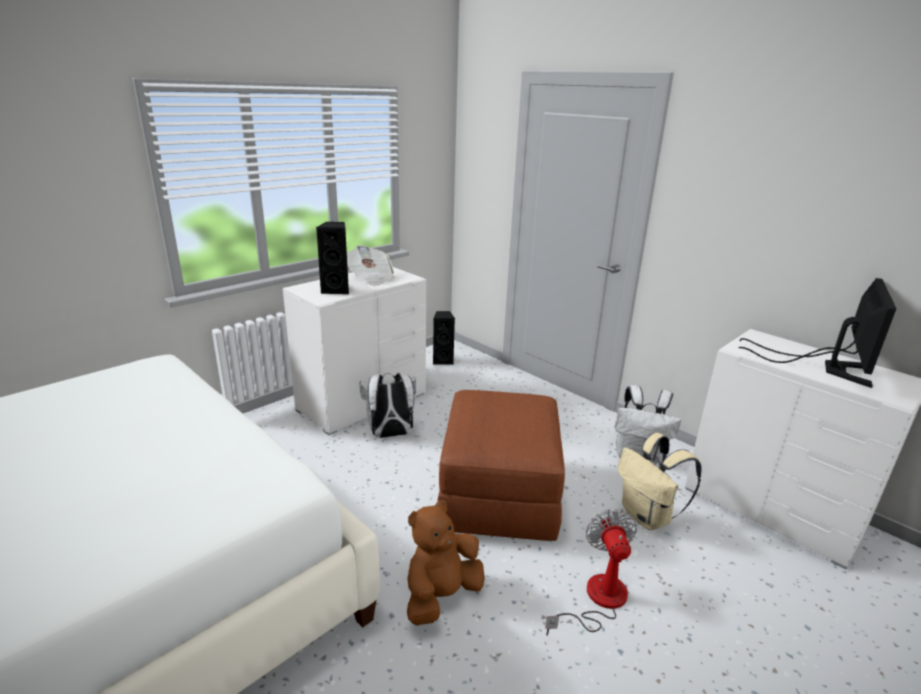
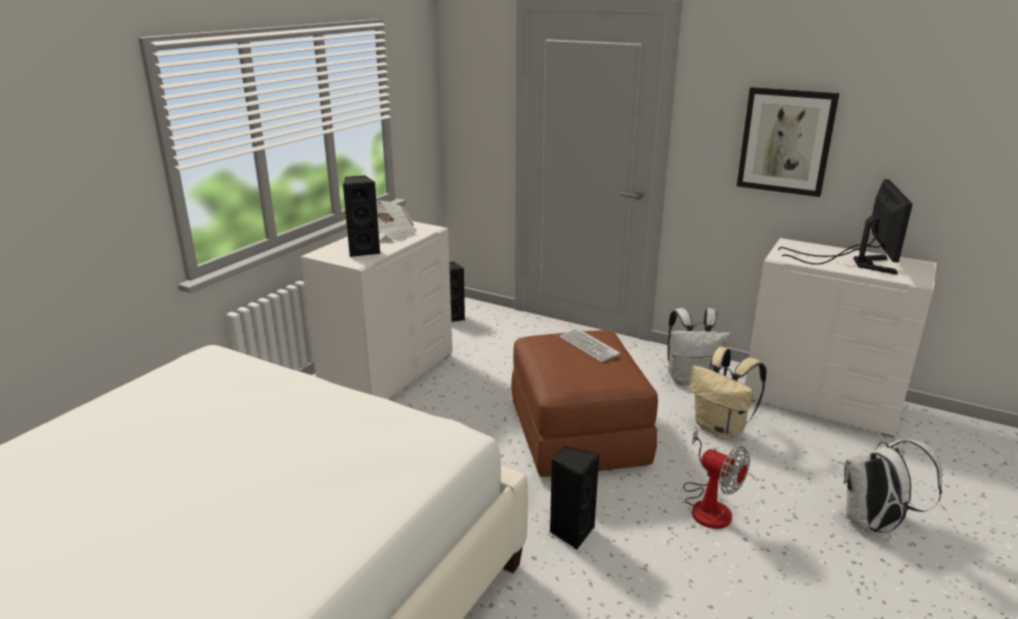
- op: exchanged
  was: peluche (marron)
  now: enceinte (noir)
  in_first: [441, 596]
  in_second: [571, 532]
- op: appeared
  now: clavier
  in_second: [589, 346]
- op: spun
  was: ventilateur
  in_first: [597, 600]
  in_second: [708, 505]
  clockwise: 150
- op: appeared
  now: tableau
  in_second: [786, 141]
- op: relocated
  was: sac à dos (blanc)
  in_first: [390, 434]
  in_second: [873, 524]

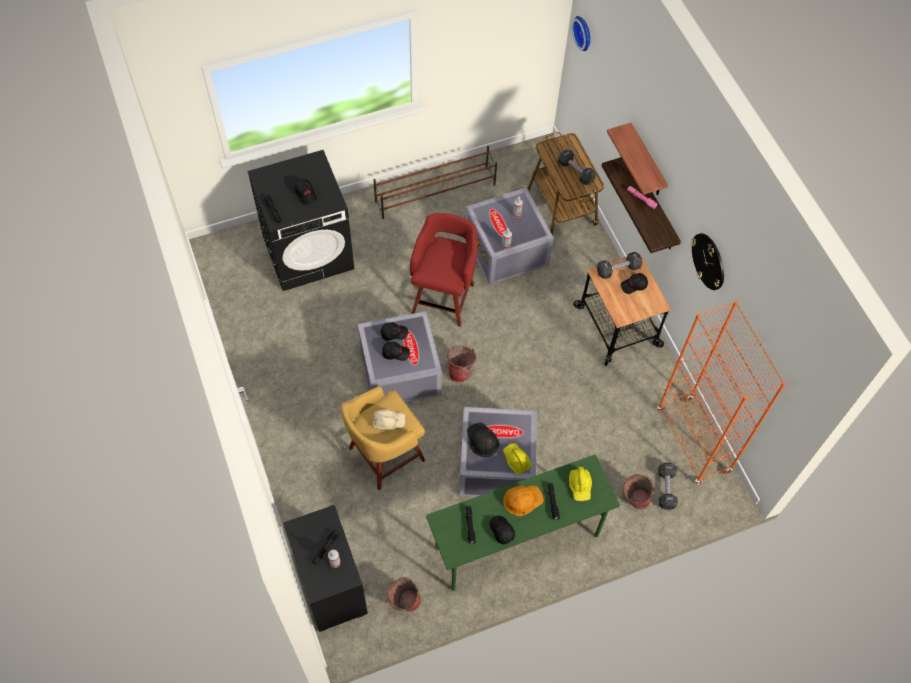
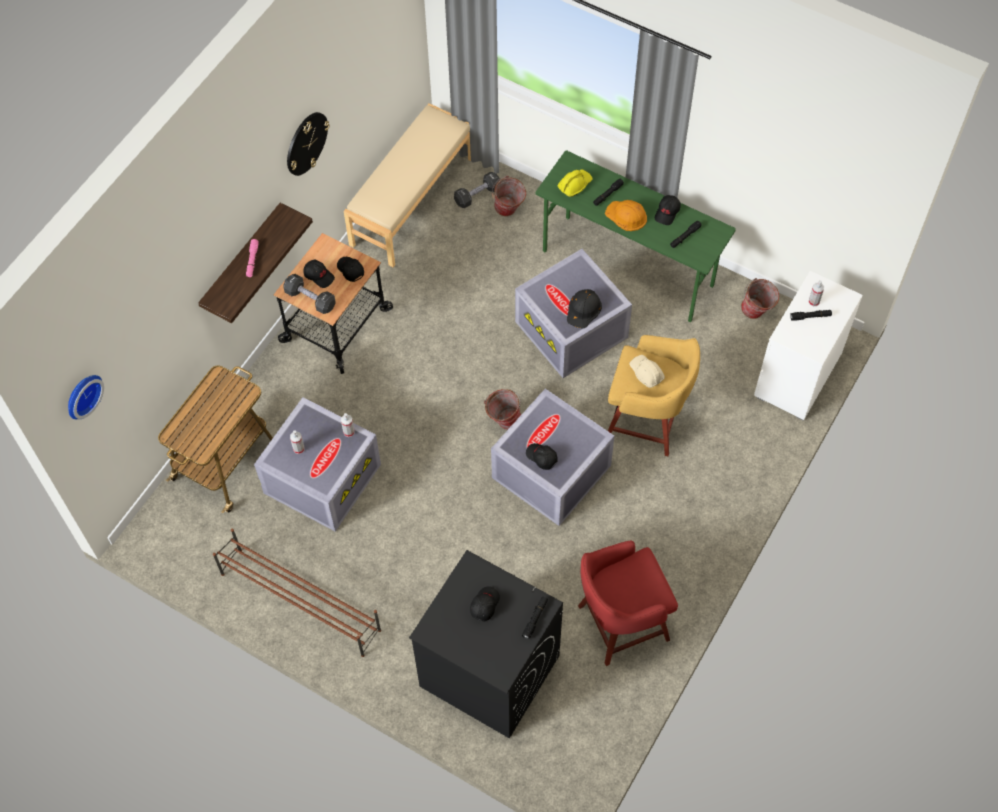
- op: relocated
  was: casquette (noir)
  in_first: [395, 353]
  in_second: [350, 270]
- op: exchanged
  was: bibliothèque (orange)
  now: banc (beige)
  in_first: [693, 441]
  in_second: [412, 201]
- op: relocated
  was: tabouret (rouge)
  in_first: [444, 297]
  in_second: [620, 623]
- op: colour
  was: commode (noir)
  now: commode (blanc)
  in_first: [330, 584]
  in_second: [797, 376]
- op: missing
  was: casque de chantier (jaune)
  in_first: [516, 460]
- op: missing
  was: haltère (noir)
  in_first: [575, 172]
- op: missing
  was: étagère
  in_first: [647, 162]

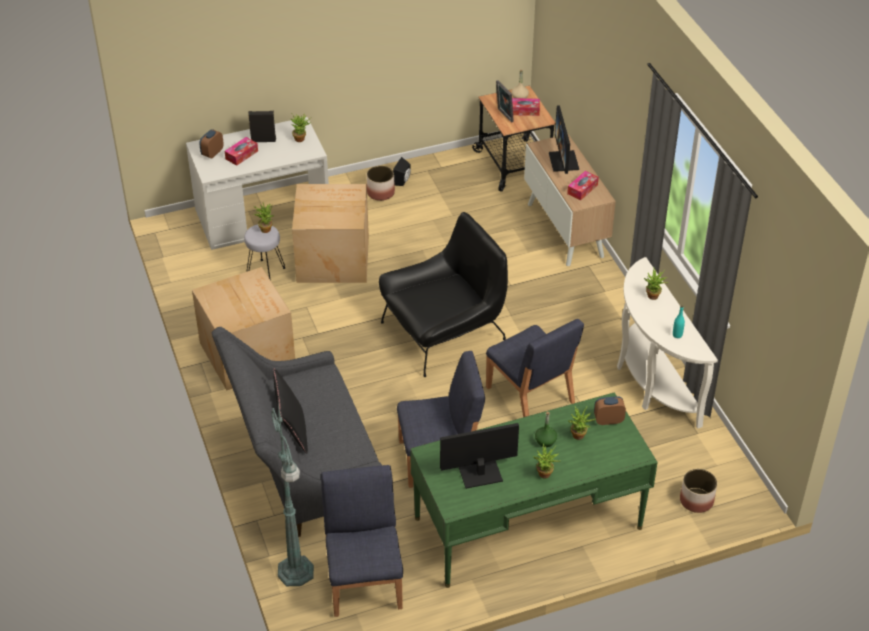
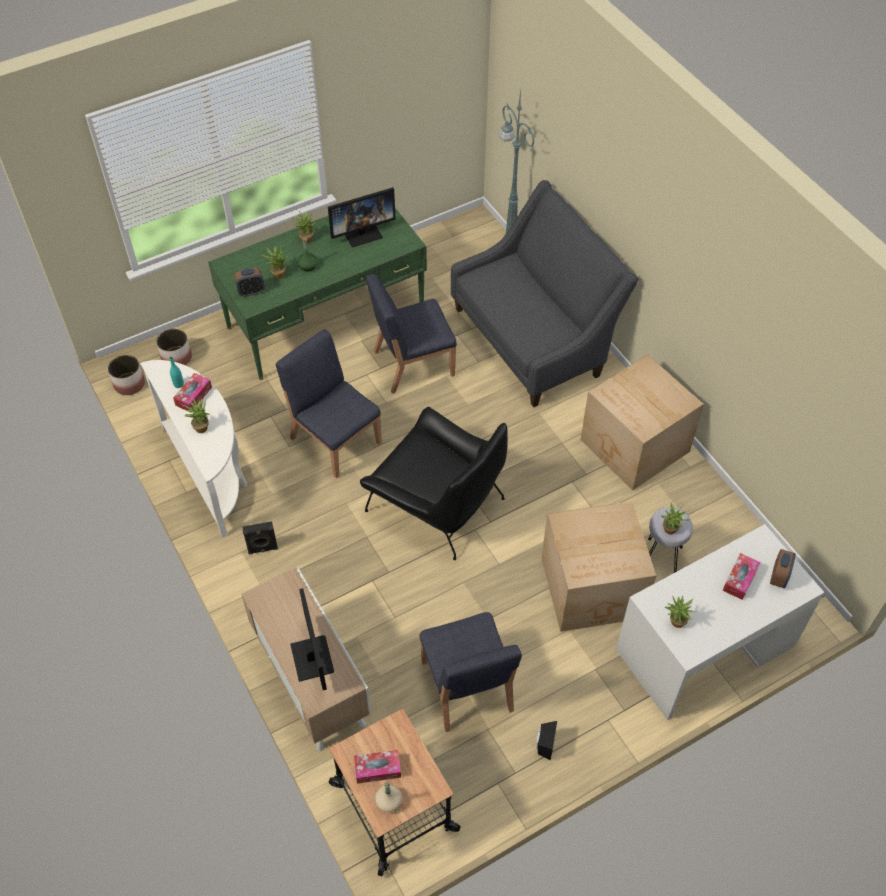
- op: relocated
  was: cache-pot
  in_first: [381, 192]
  in_second: [129, 384]
- op: relocated
  was: boîte à mouchoirs
  in_first: [582, 189]
  in_second: [193, 396]
- op: relocated
  was: enceinte (noir)
  in_first: [263, 140]
  in_second: [262, 549]
- op: spun
  was: fauteuil (noir)
  in_first: [444, 332]
  in_second: [436, 503]
  clockwise: -105
- op: relocated
  was: chaise (bleu)
  in_first: [365, 580]
  in_second: [466, 687]
- op: missing
  was: coussin (noir)
  in_first: [292, 432]
- op: missing
  was: cadre photo
  in_first: [504, 115]

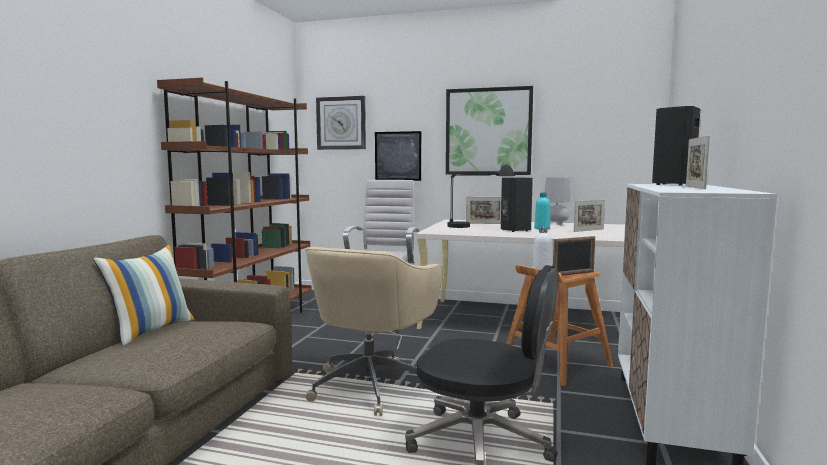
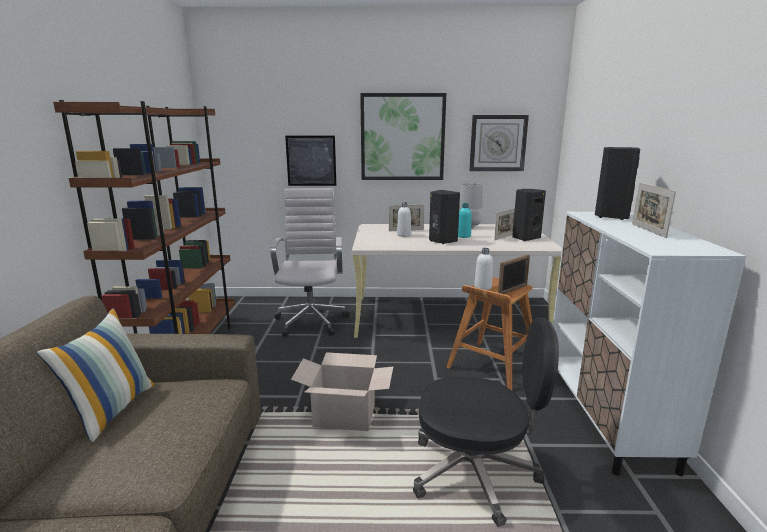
- op: exchanged
  was: chaise de bureau (beige)
  now: carton
  in_first: [371, 384]
  in_second: [344, 416]
- op: exchanged
  was: lampe de table (noir)
  now: bouteille (blanc)
  in_first: [478, 226]
  in_second: [404, 235]
- op: relocated
  was: horloge murale
  in_first: [341, 123]
  in_second: [498, 143]
- op: appeared
  now: enceinte (noir)
  in_second: [525, 238]

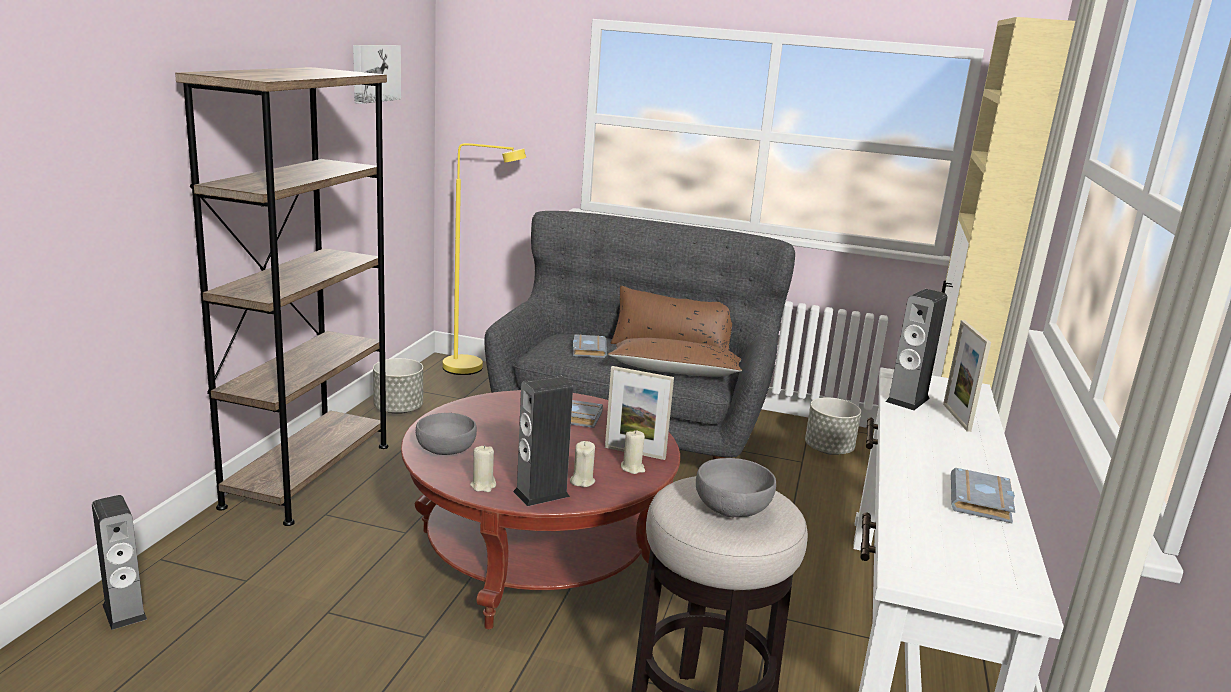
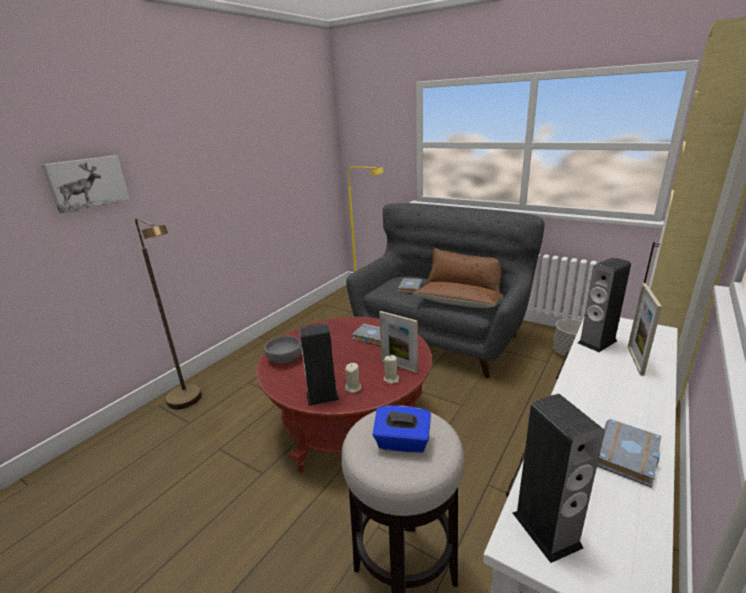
- op: relocated
  was: tableau
  in_first: [374, 73]
  in_second: [87, 183]
- op: appeared
  now: lampadaire (marron)
  in_second: [189, 402]
- op: exchanged
  was: bol (gris)
  now: boîte à mouchoirs (bleu)
  in_first: [733, 507]
  in_second: [402, 442]
- op: relocated
  was: enceinte
  in_first: [124, 612]
  in_second: [546, 529]
- op: missing
  was: bibliothèque (marron)
  in_first: [309, 475]
- op: missing
  was: cache-pot (gris)
  in_first: [398, 409]
- op: missing
  was: bougie (beige)
  in_first: [483, 485]

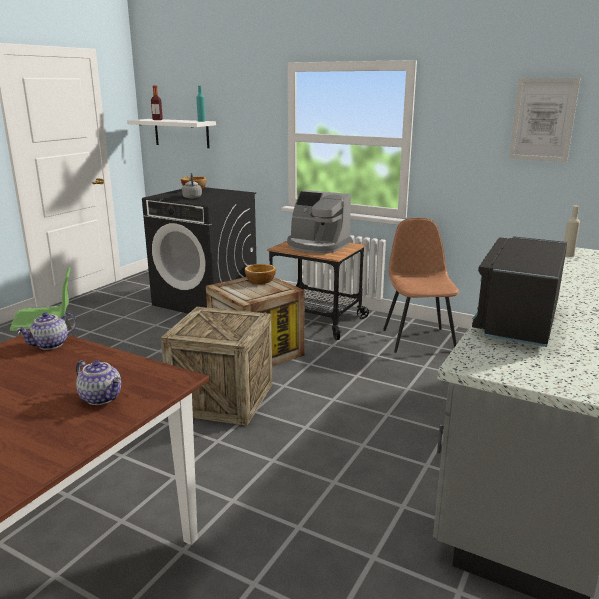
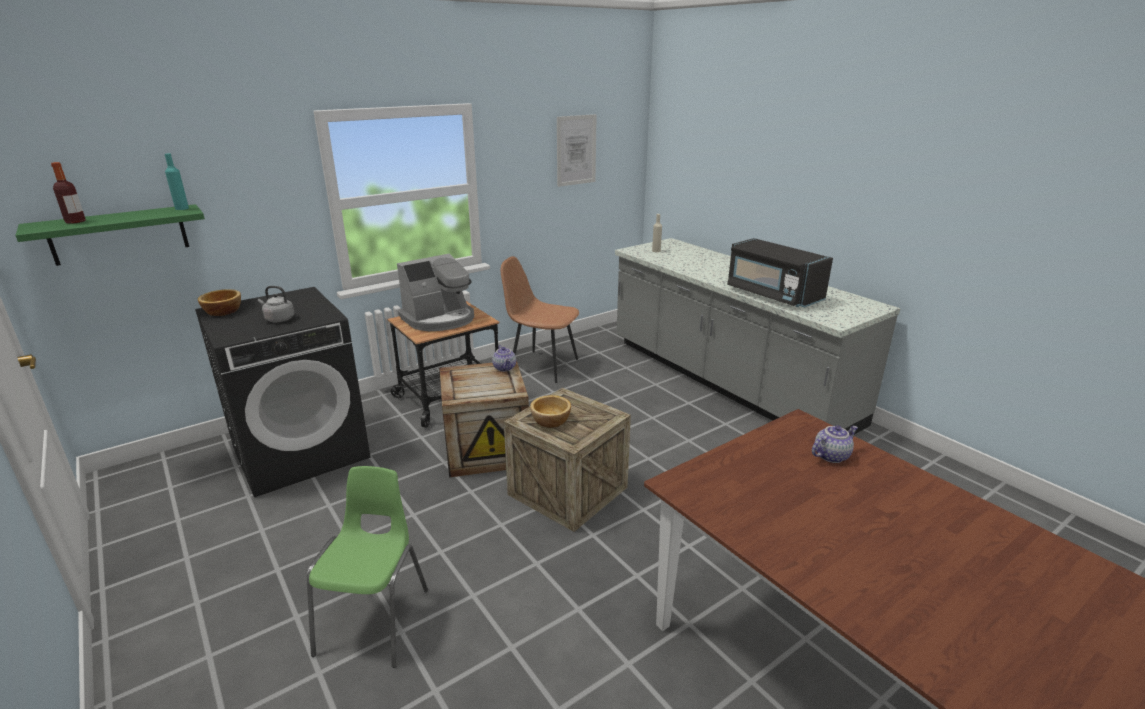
- op: colour
  was: étagère (blanc)
  now: étagère (vert)
  in_first: [181, 133]
  in_second: [119, 234]
- op: relocated
  was: théière
  in_first: [50, 345]
  in_second: [505, 368]
- op: relocated
  was: bol
  in_first: [260, 281]
  in_second: [551, 421]

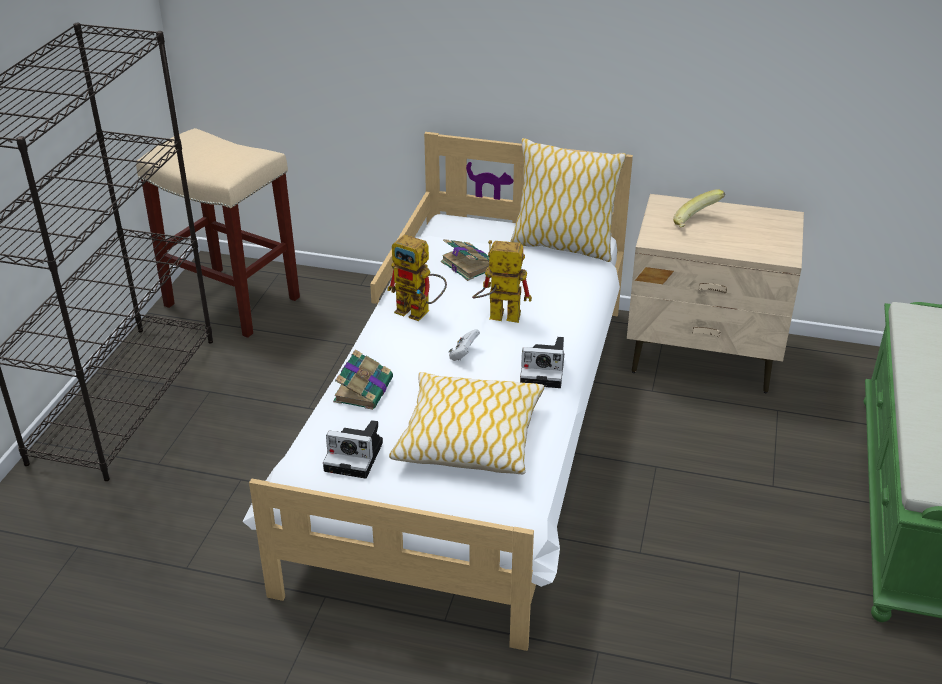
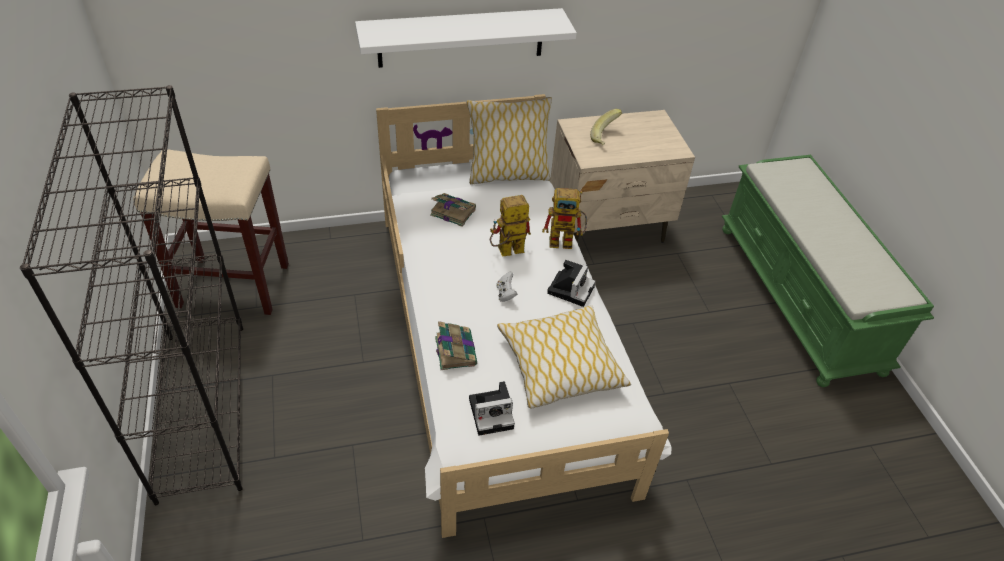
- op: appeared
  now: étagère (blanc)
  in_second: [461, 38]
- op: relocated
  was: robot jouet
  in_first: [420, 312]
  in_second: [566, 241]
- op: spun
  was: appareil photo
  in_first: [544, 371]
  in_second: [570, 288]
  clockwise: -45

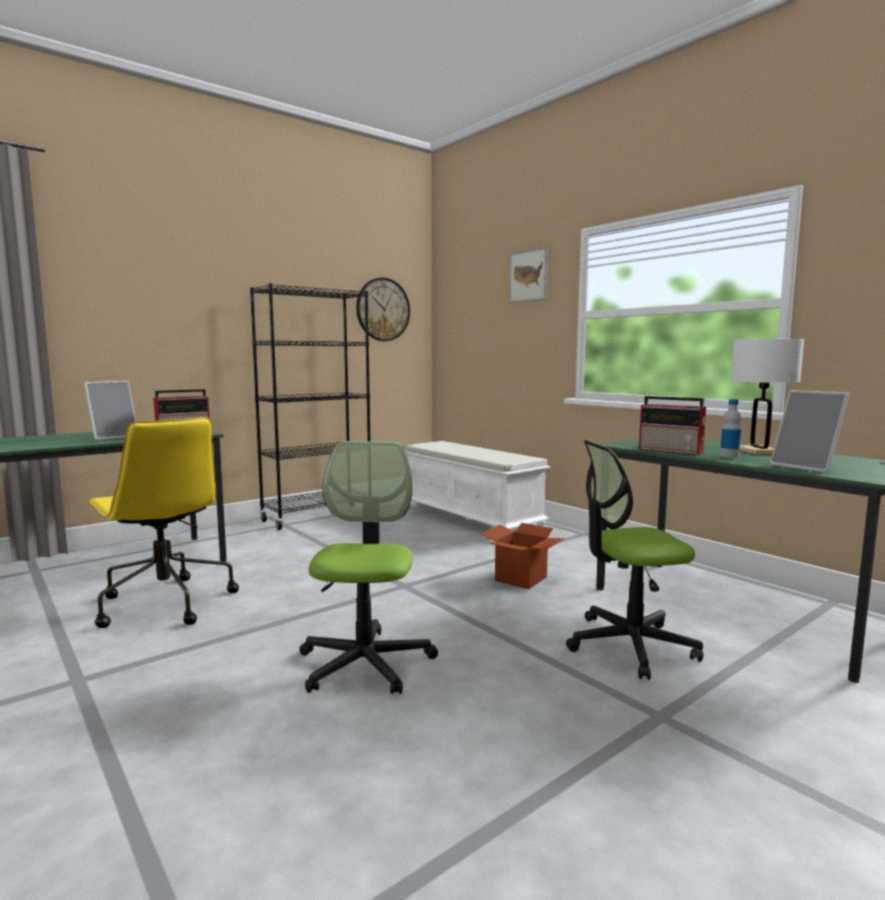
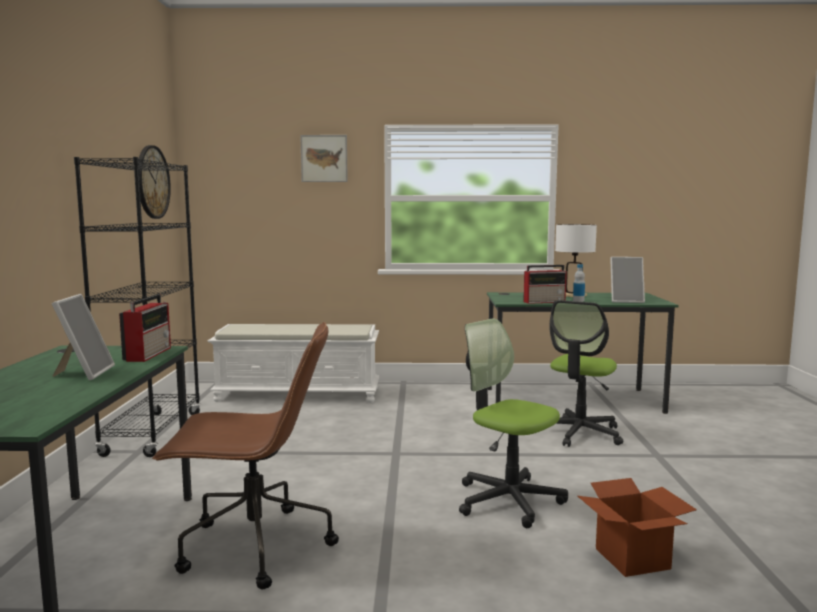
- op: colour
  was: chaise de bureau (jaune)
  now: chaise de bureau (marron)
  in_first: [164, 603]
  in_second: [253, 547]
- op: relocated
  was: carton
  in_first: [520, 578]
  in_second: [631, 558]

